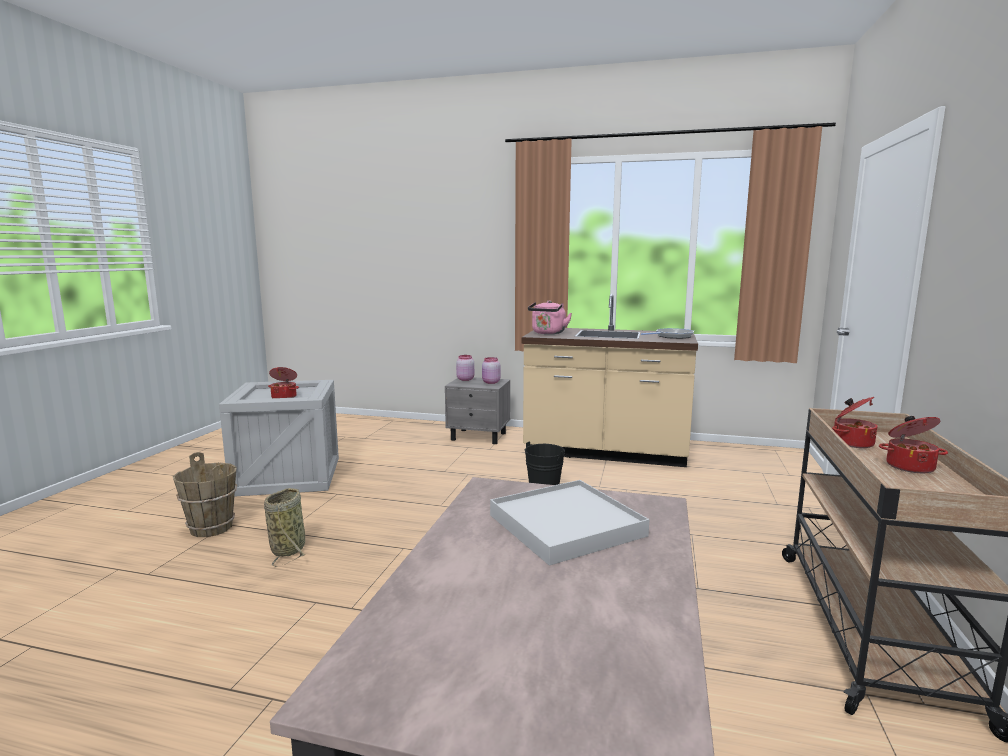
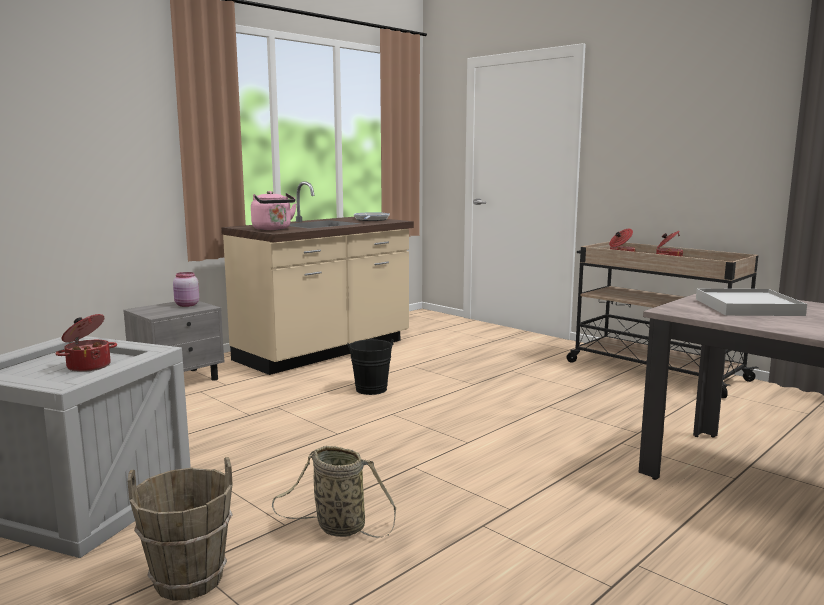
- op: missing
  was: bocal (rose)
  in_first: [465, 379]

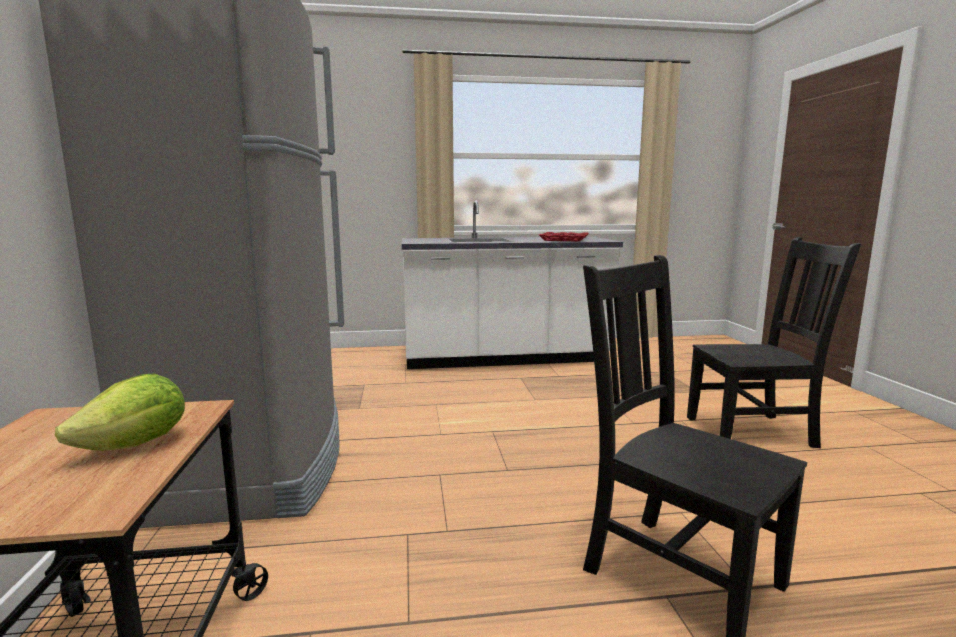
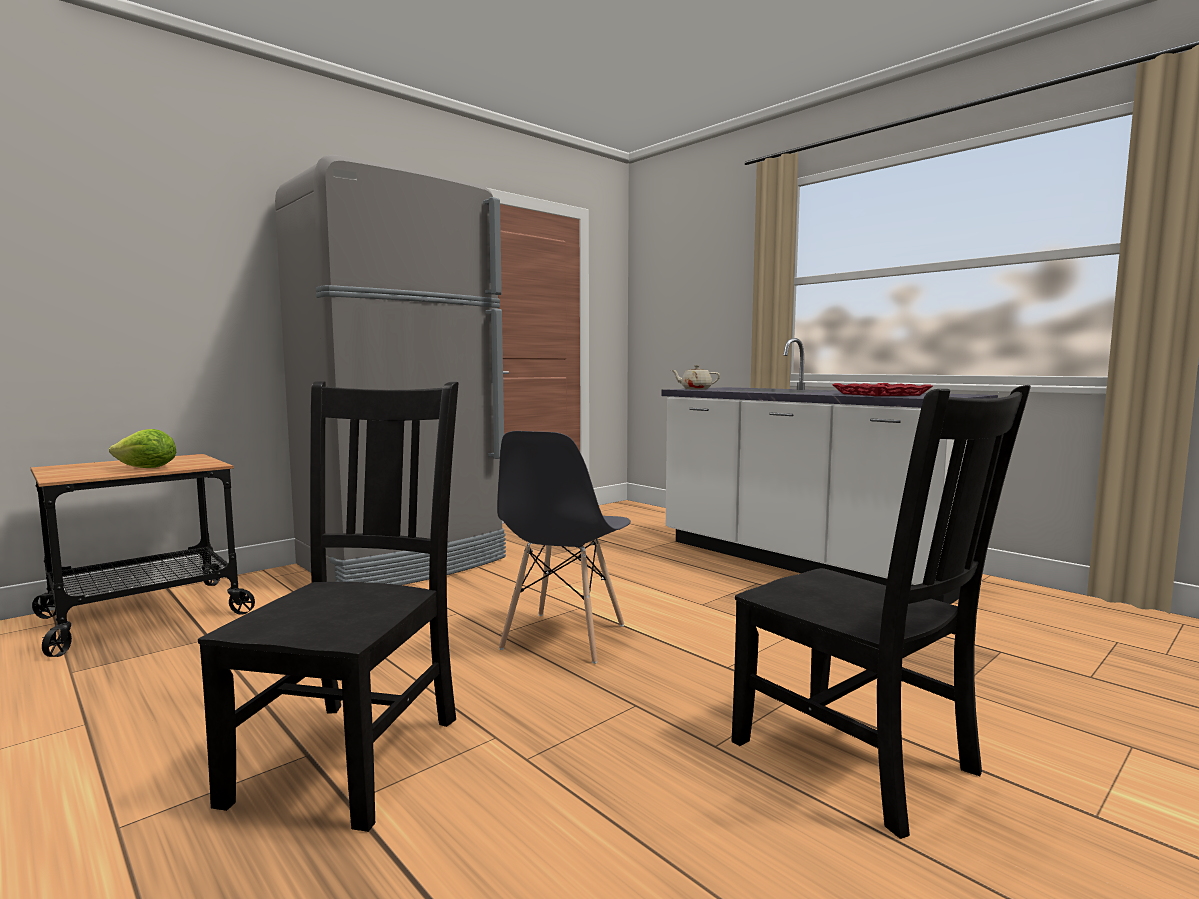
- op: appeared
  now: chaise (gris)
  in_second: [563, 637]
- op: appeared
  now: théière (beige)
  in_second: [695, 389]

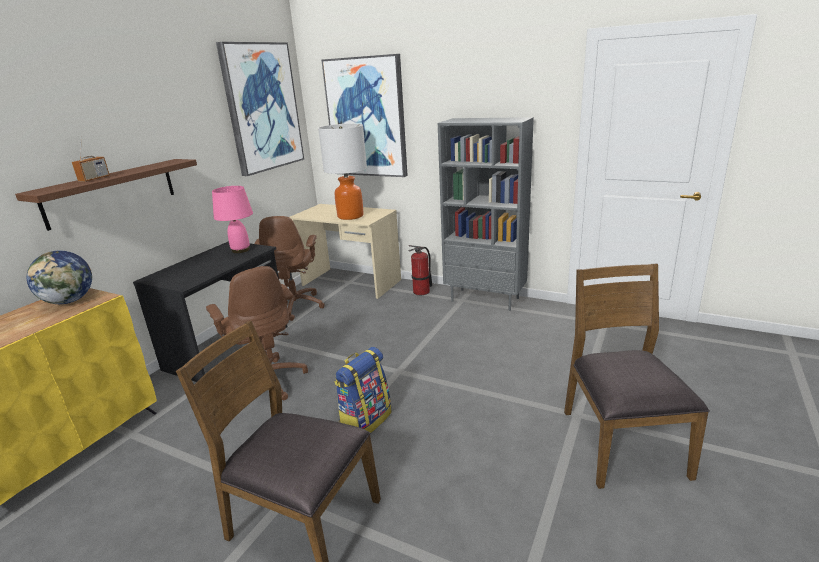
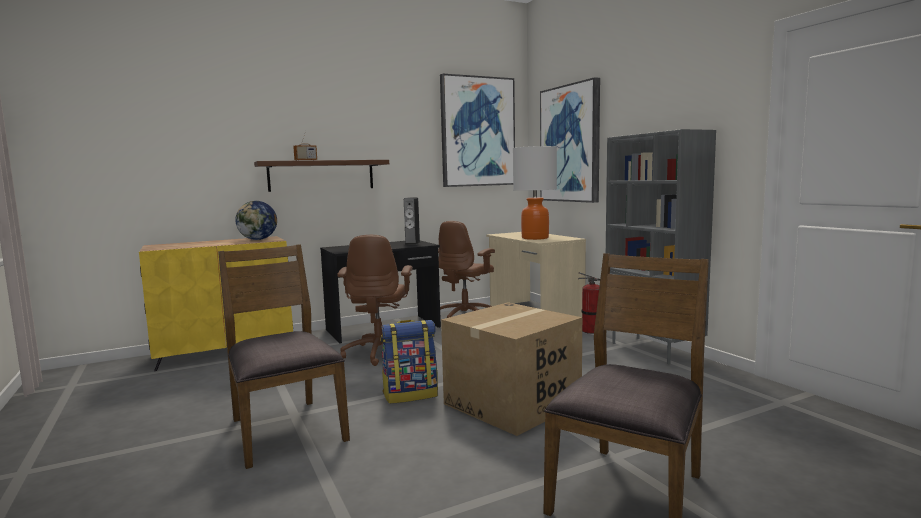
- op: exchanged
  was: lampe de table (rose)
  now: enceinte
  in_first: [241, 250]
  in_second: [412, 243]
- op: appeared
  now: carton
  in_second: [512, 403]

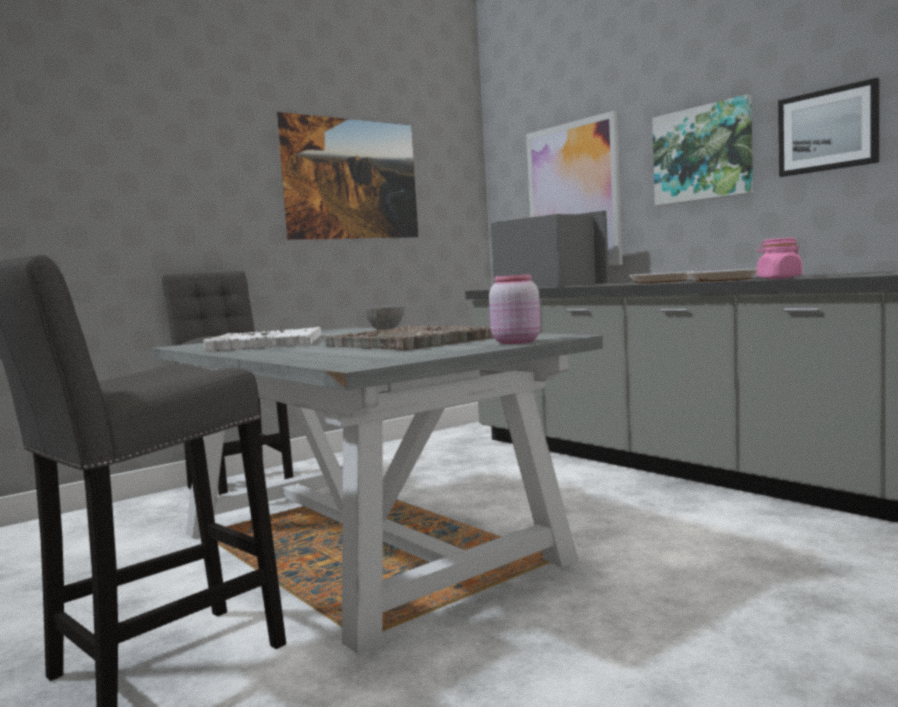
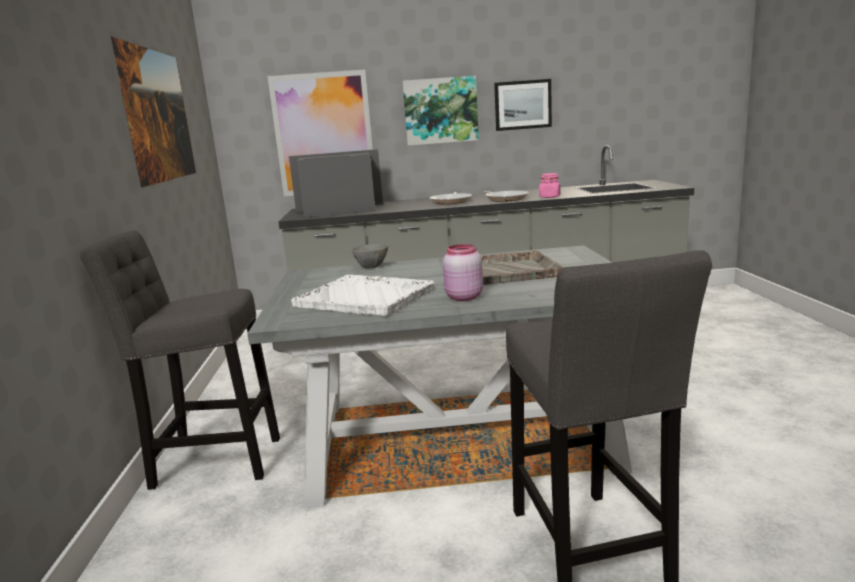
- op: relocated
  was: bocal (rose)
  in_first: [515, 342]
  in_second: [463, 297]

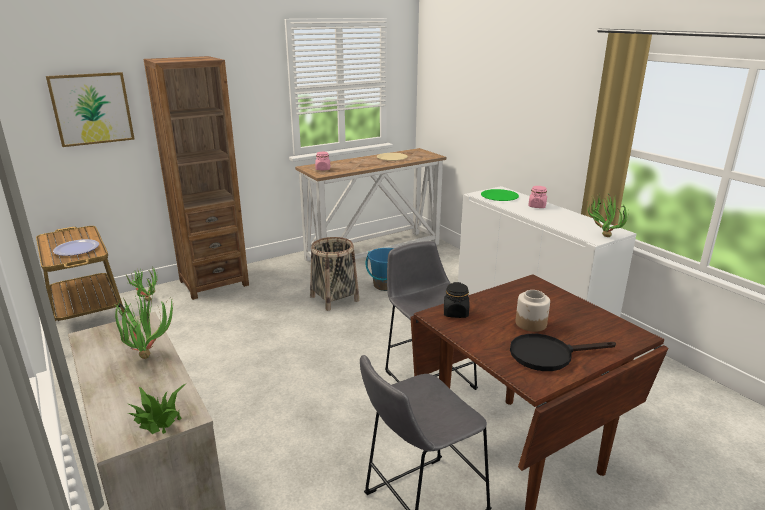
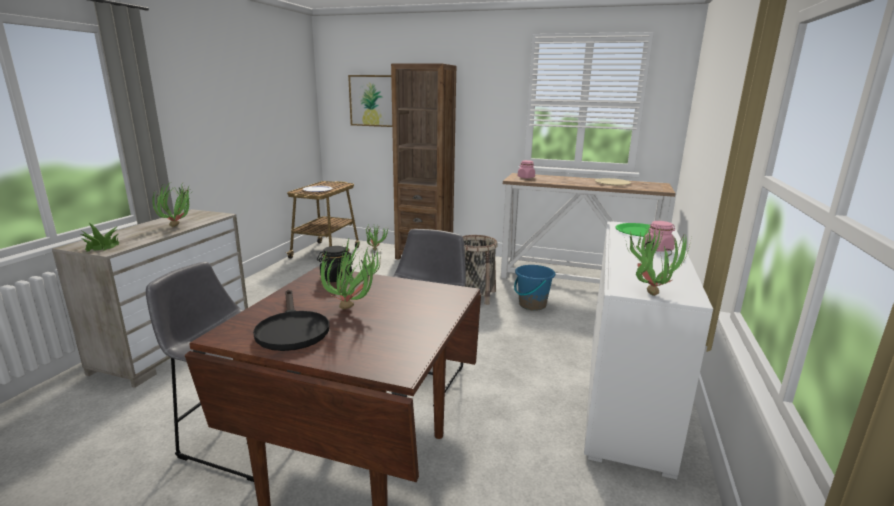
- op: spun
  was: poêle (noir)
  in_first: [548, 355]
  in_second: [291, 330]
  clockwise: -150
- op: exchanged
  was: bocal
  now: plante en pot
  in_first: [531, 324]
  in_second: [354, 310]

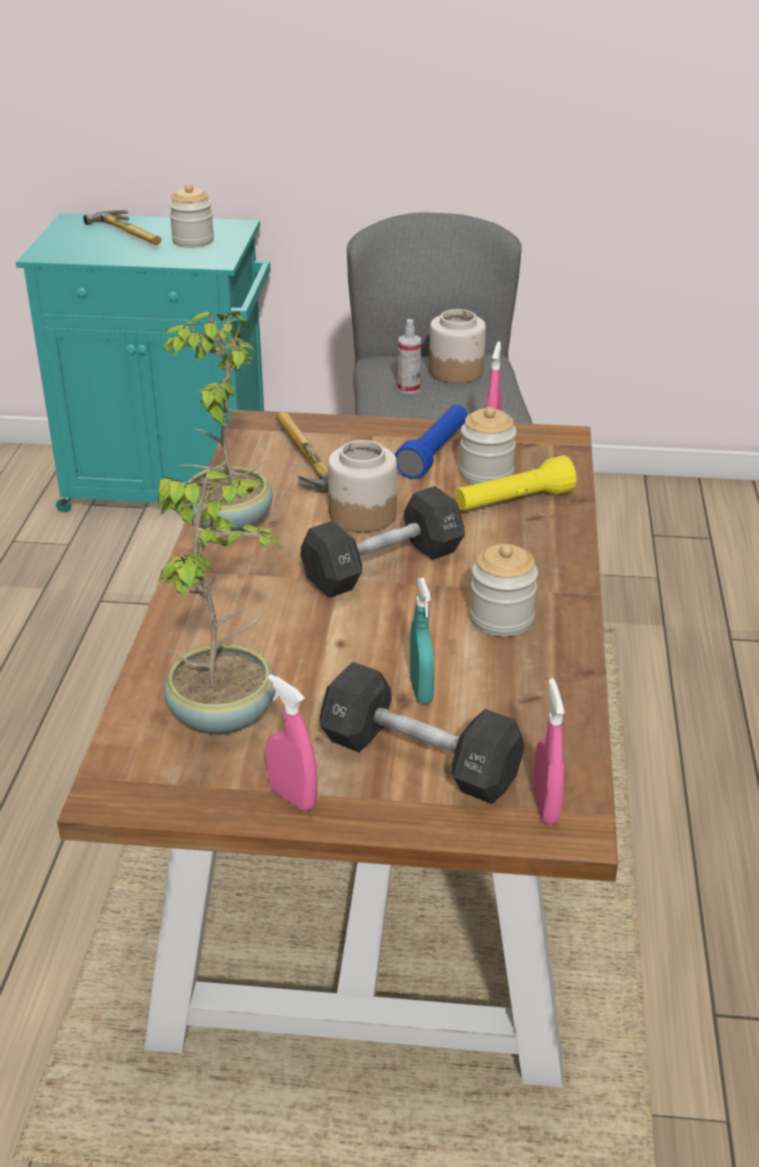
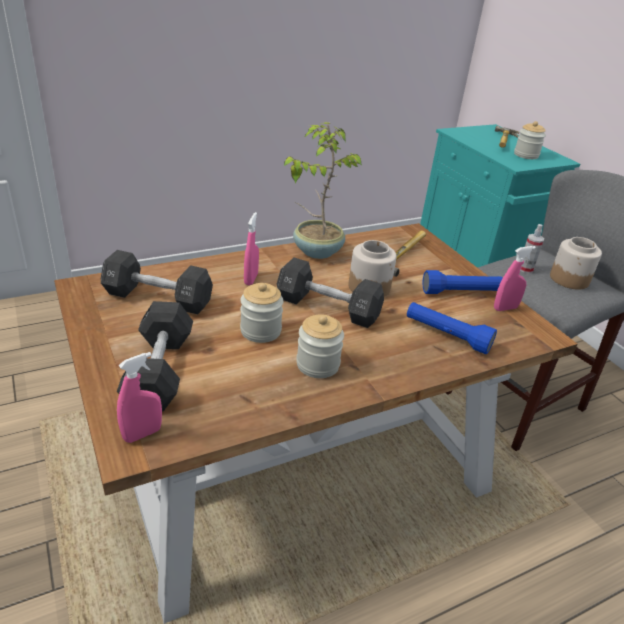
- op: exchanged
  was: plante en pot
  now: haltère (noir)
  in_first: [225, 714]
  in_second: [158, 298]
- op: relocated
  was: bocal
  in_first: [486, 474]
  in_second: [260, 331]
- op: relocated
  was: vaporisateur (rose)
  in_first: [292, 797]
  in_second: [251, 279]
- op: colour
  was: lampe de poche (jaune)
  now: lampe de poche (bleu)
  in_first: [513, 502]
  in_second: [446, 335]
- op: missing
  was: vaporisateur (turquoise)
  in_first: [421, 691]

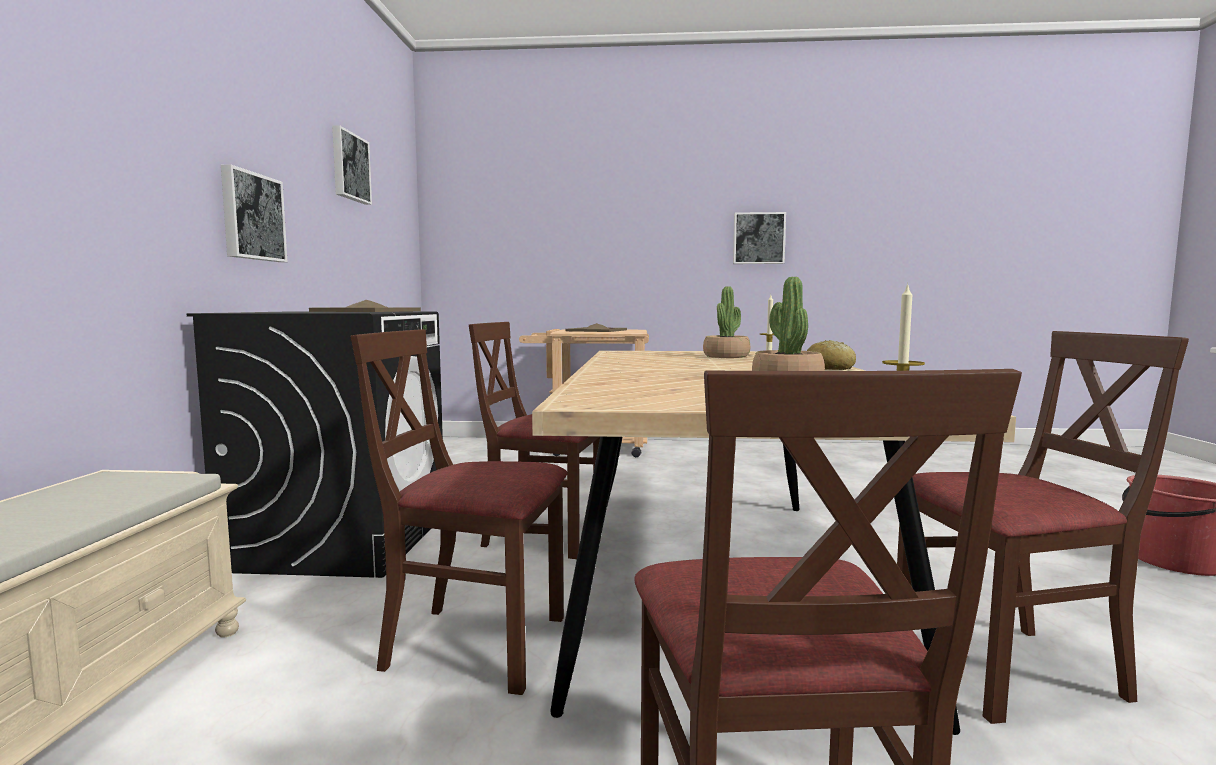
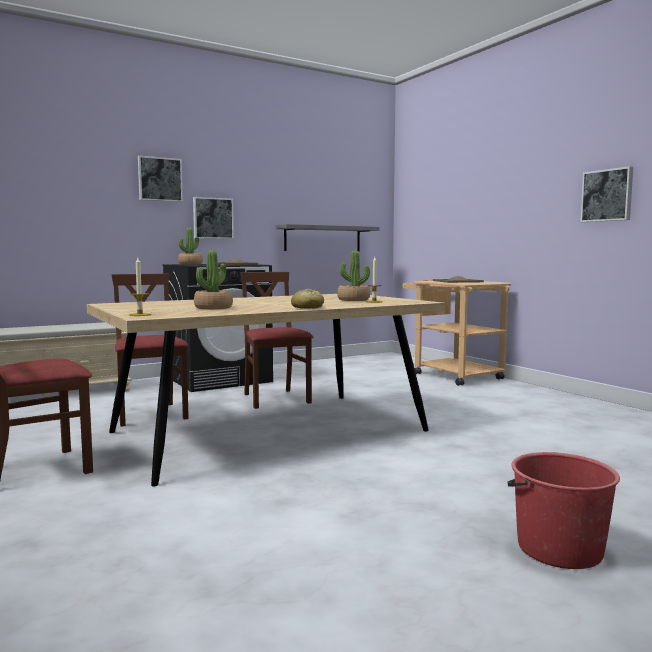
- op: relocated
  was: tableau
  in_first: [349, 167]
  in_second: [160, 179]
- op: appeared
  now: plante en pot
  in_second: [190, 264]
- op: appeared
  now: étagère (gris)
  in_second: [323, 238]
- op: missing
  was: chaise (marron)
  in_first: [1007, 668]

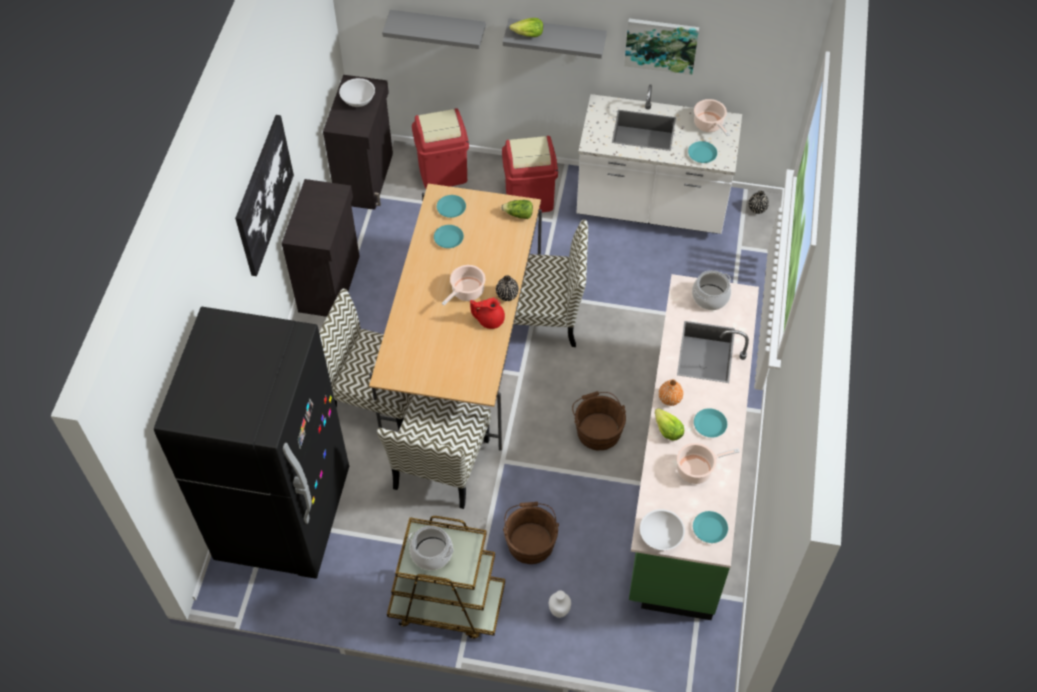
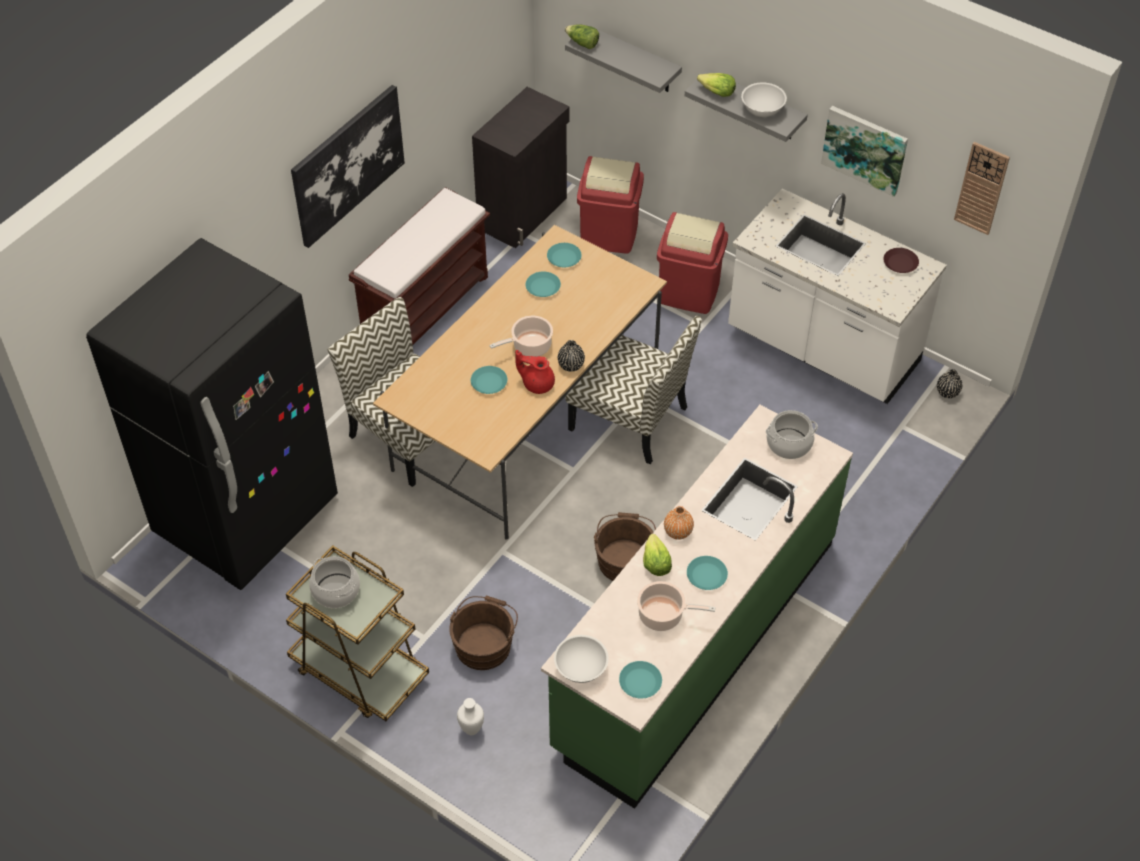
- op: exchanged
  was: meuble de rangement (noir)
  now: banc (marron)
  in_first: [331, 283]
  in_second: [426, 306]
- op: relocated
  was: assiette (turquoise)
  in_first: [702, 154]
  in_second: [489, 383]
- op: relocated
  was: laitue
  in_first: [518, 215]
  in_second: [582, 43]
- op: relocated
  was: bol (blanc)
  in_first: [358, 100]
  in_second: [762, 110]
- op: exchanged
  was: marmite
  now: assiette (marron)
  in_first: [709, 125]
  in_second: [900, 263]
- op: appeared
  now: horloge murale
  in_second: [981, 188]
- op: missing
  was: chaise
  in_first: [441, 466]

